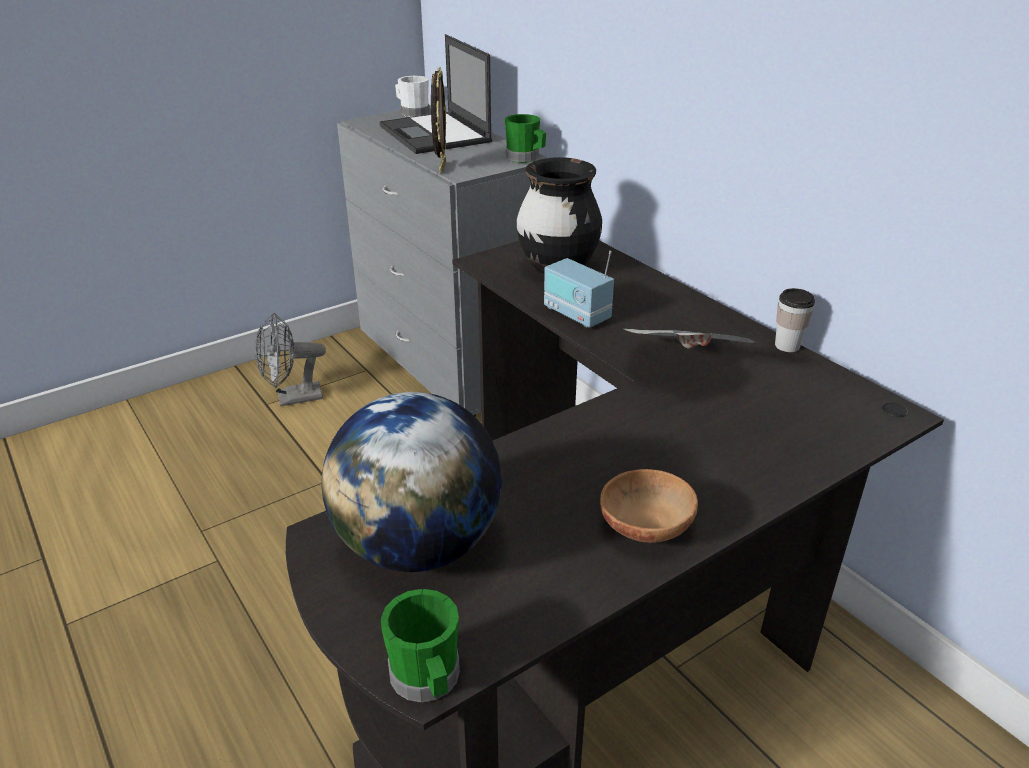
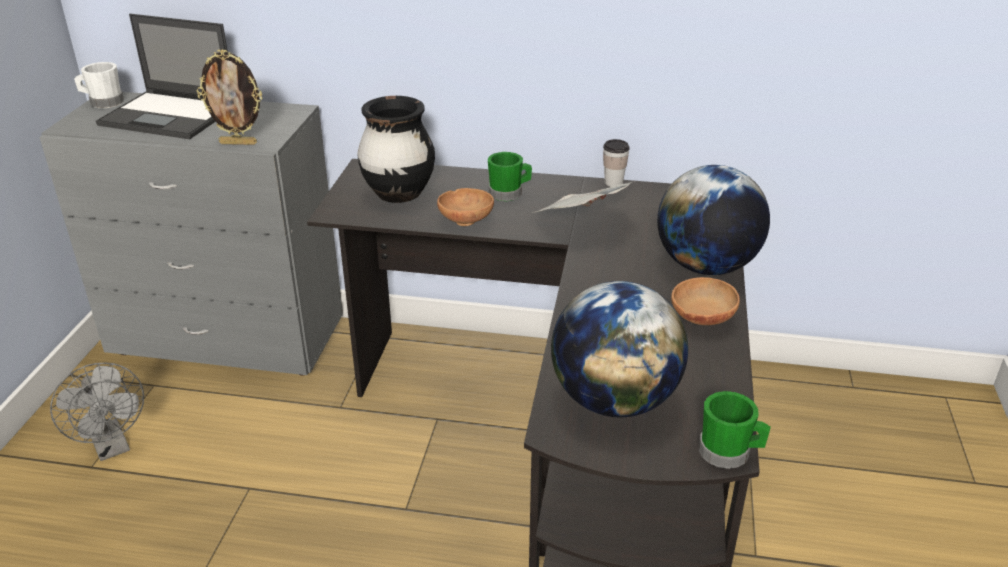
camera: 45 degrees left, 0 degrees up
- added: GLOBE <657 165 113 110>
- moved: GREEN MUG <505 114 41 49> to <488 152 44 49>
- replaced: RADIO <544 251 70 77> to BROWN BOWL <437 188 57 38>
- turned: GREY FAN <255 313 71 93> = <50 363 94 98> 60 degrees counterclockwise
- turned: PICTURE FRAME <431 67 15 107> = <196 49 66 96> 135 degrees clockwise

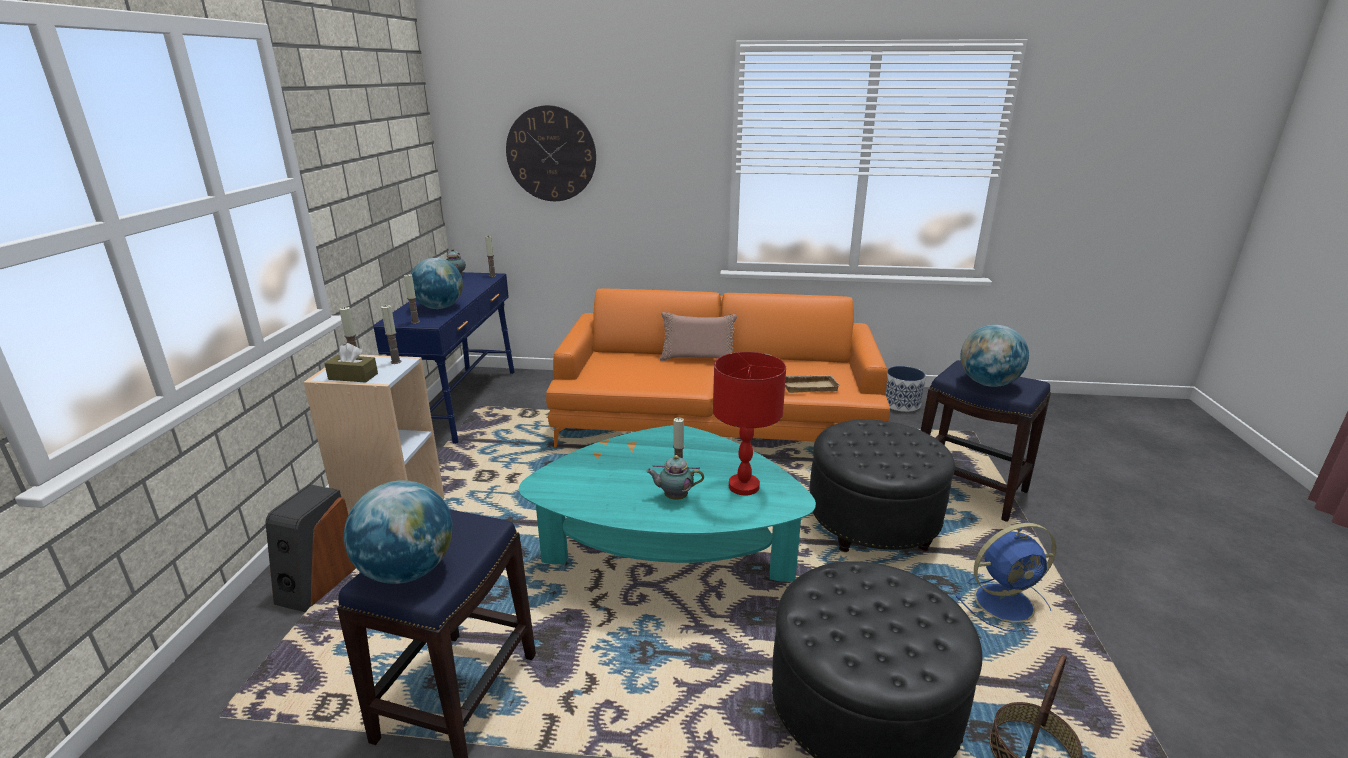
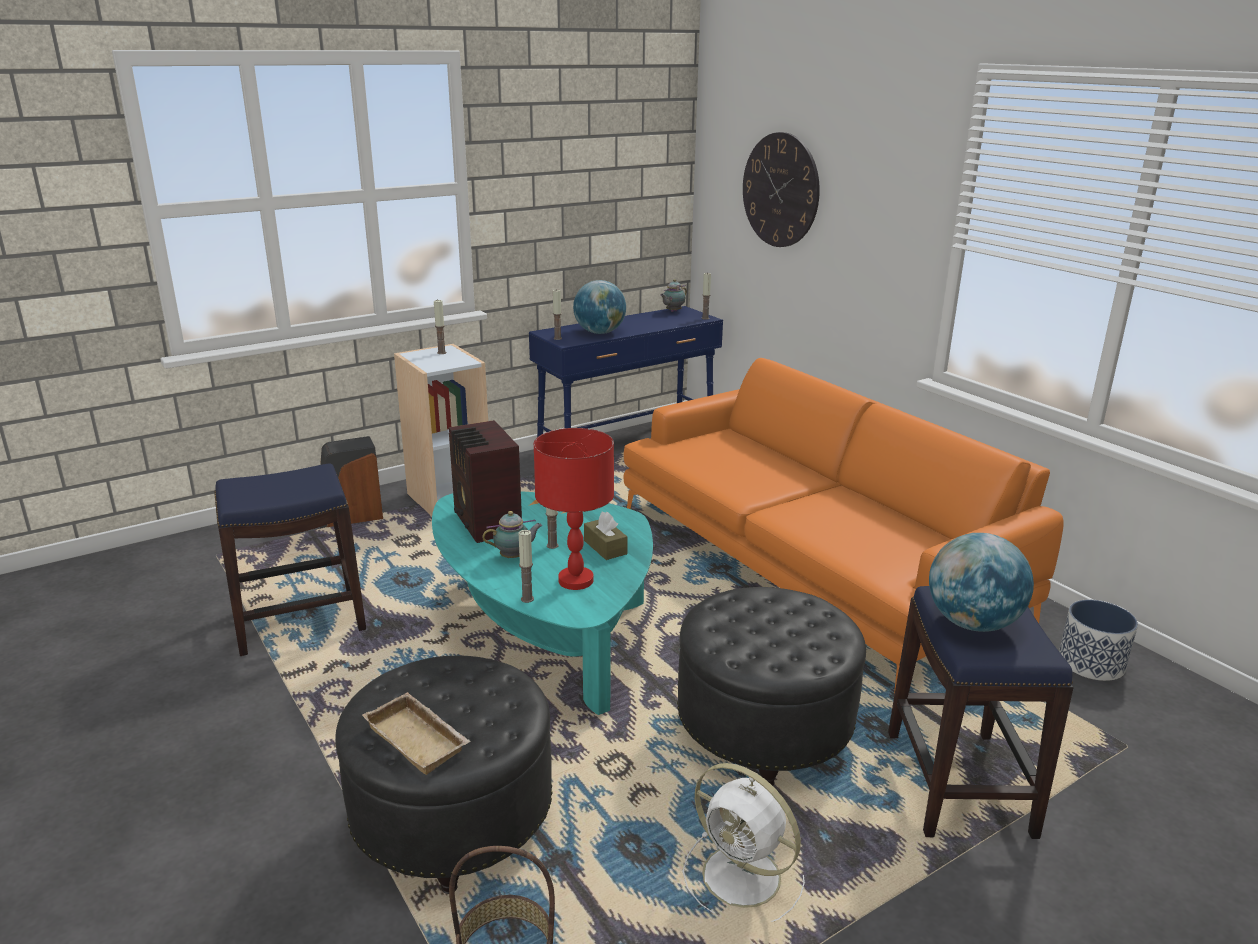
camera: 50 degrees right, 0 degrees up
- removed: GLOBE <344 480 109 104>
- removed: BEIGE PILLOW <660 312 77 49>
- added: RADIO <449 420 73 123>
- moved: BROWN TISSUE BOX <324 343 54 40> to <584 511 44 49>
- moved: CANDLE <381 305 20 59> to <519 530 15 73>
- moved: BEIGE TRAY <785 375 56 18> to <362 692 108 83>
- recoloured: BLUE FAN <955 523 101 109> to WHITE FAN <683 763 122 159>
- turned: TEAPOT <646 455 58 45> = <482 511 61 47> 105 degrees clockwise

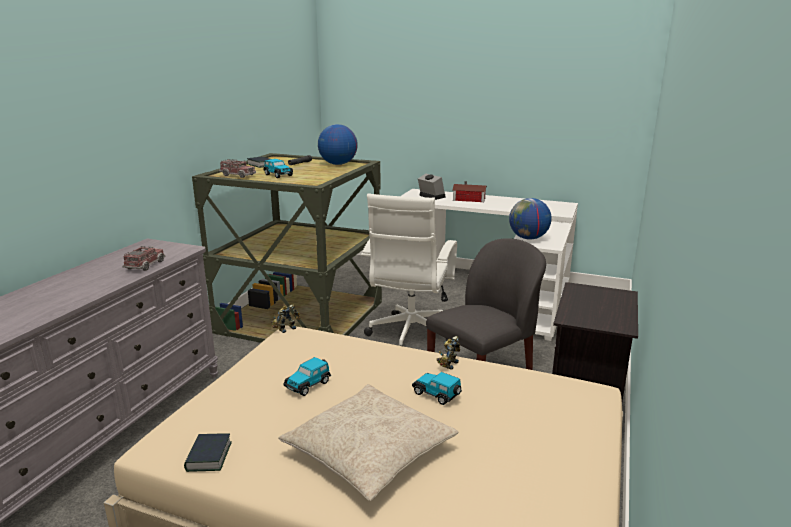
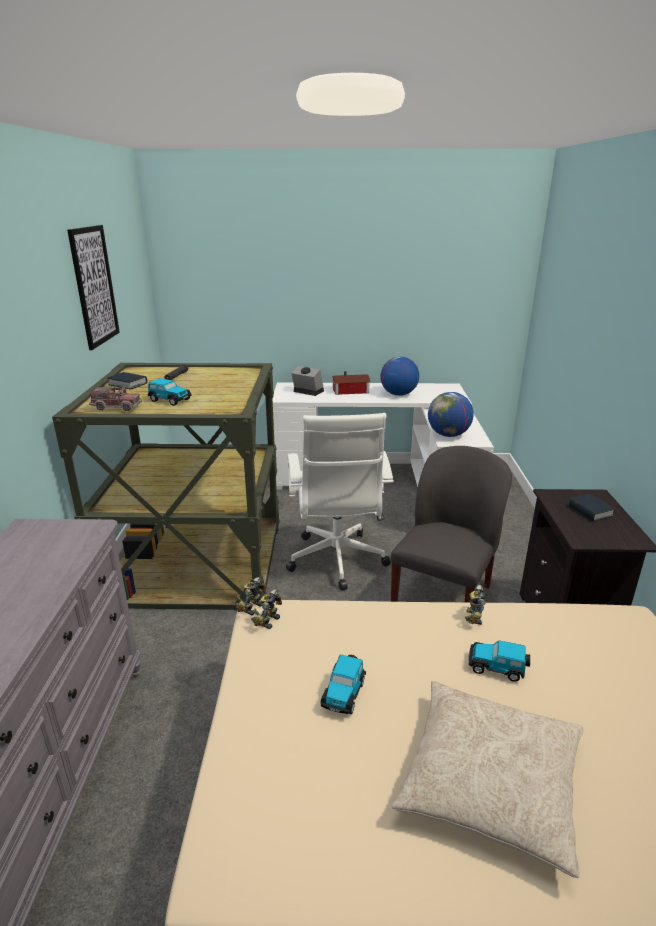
camera: 20 degrees left, 5 degrees up
- removed: TOY TRUCK <122 246 43 25>
- added: PICTURE <67 225 53 125>
- added: TOY ROBOT <251 589 31 40>
- moved: BOOK <184 433 48 39> to <568 494 47 27>
- moved: GLOBE <318 124 40 41> to <381 357 38 39>

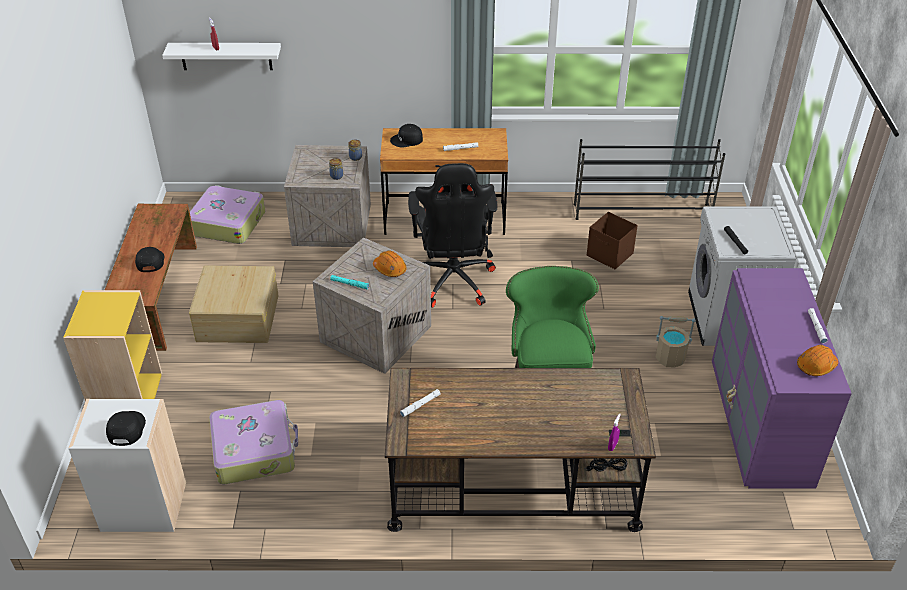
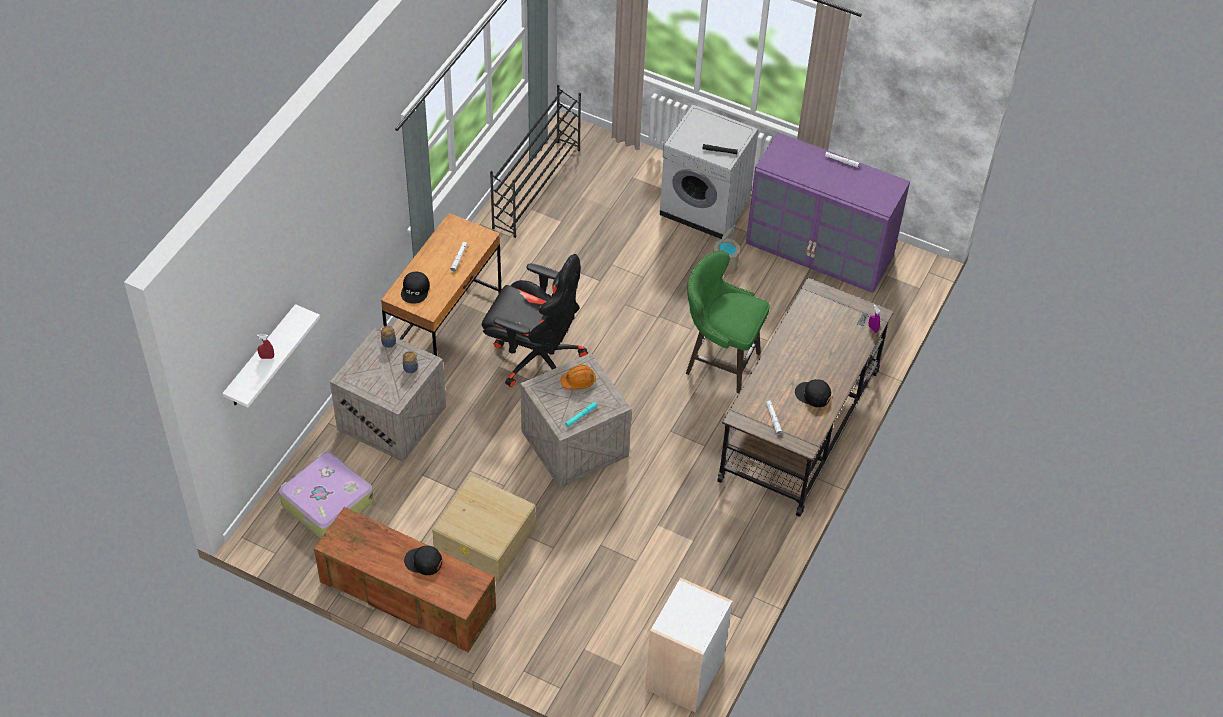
camera: 65 degrees left, 10 degrees up
- removed: YELLOW BOOKCASE <63 290 99 111>
- removed: SUITCASE <209 400 89 84>
- removed: BROWN STORAGE BOX <587 212 51 57>
- removed: ORANGE HARD HAT <797 345 41 31>
- moved: BLACK CAP <106 411 40 35> to <795 379 36 28>

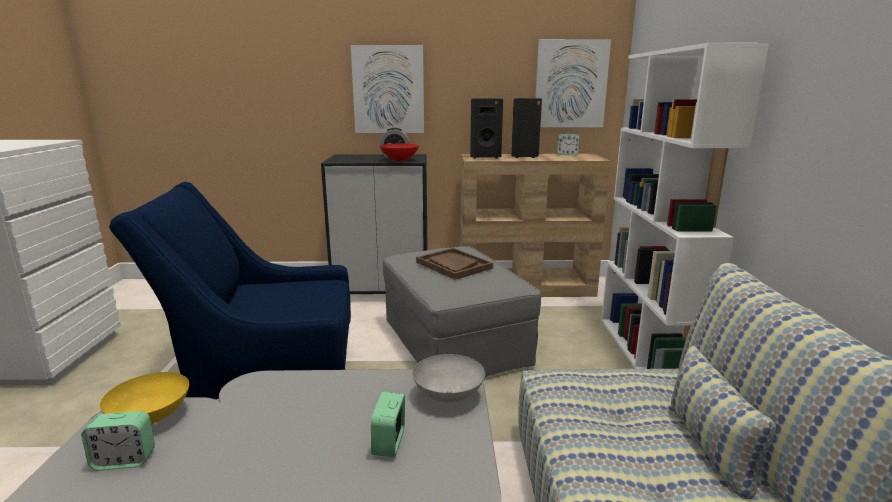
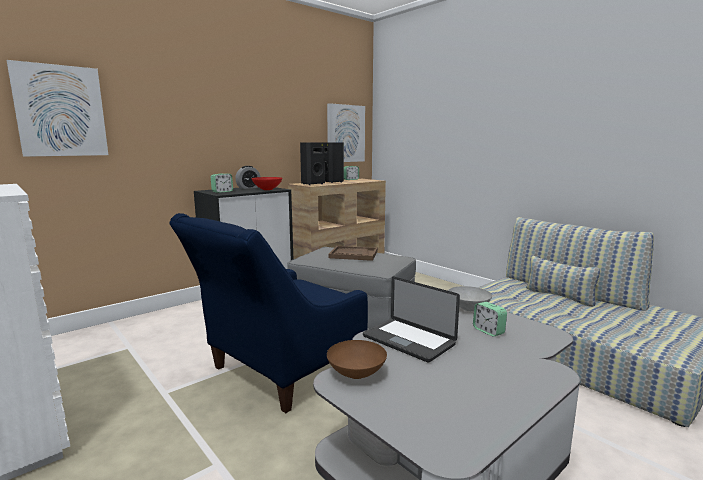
camera: 40 degrees left, 5 degrees down
- removed: WHITE BOOKCASE <601 43 168 326>
- added: LAPTOP <363 277 97 86>
- moved: ALARM CLOCK <81 411 74 59> to <210 174 23 19>
- moved: PICTURE <351 45 73 88> to <7 60 101 97>
- recoloured: YELLOW BOWL <100 372 89 52> to BROWN BOWL <327 340 60 39>

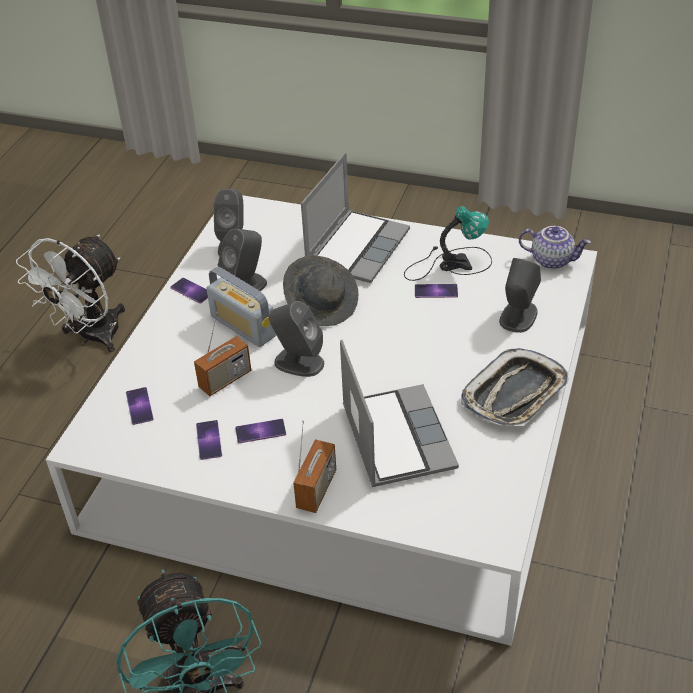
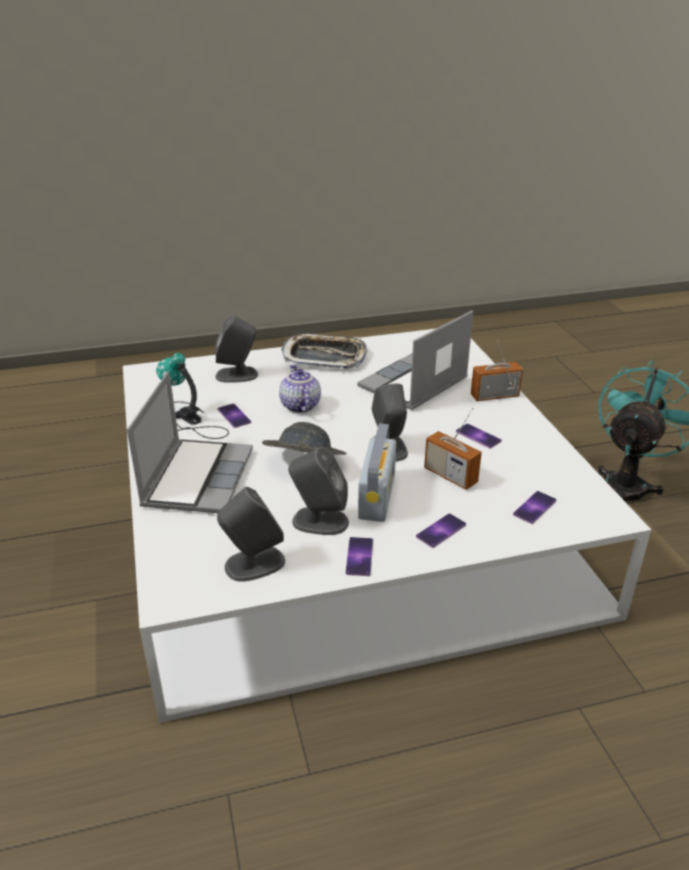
camera: 125 degrees left, 10 degrees down
- removed: WHITE FAN <16 235 109 117>
- moved: PHONE <196 420 26 40> to <416 513 50 35>
- moved: TEAPOT <519 226 72 43> to <279 364 42 49>
- turned: RADIO <194 312 57 84> = <424 408 58 82> 150 degrees counterclockwise
- turned: LAPTOP <301 152 109 131> = <127 371 126 142> 105 degrees clockwise

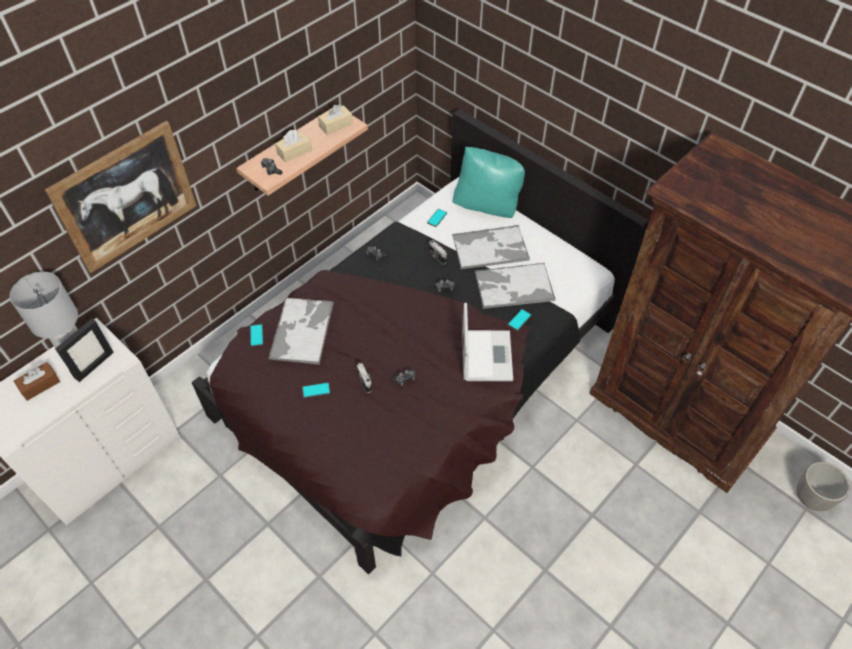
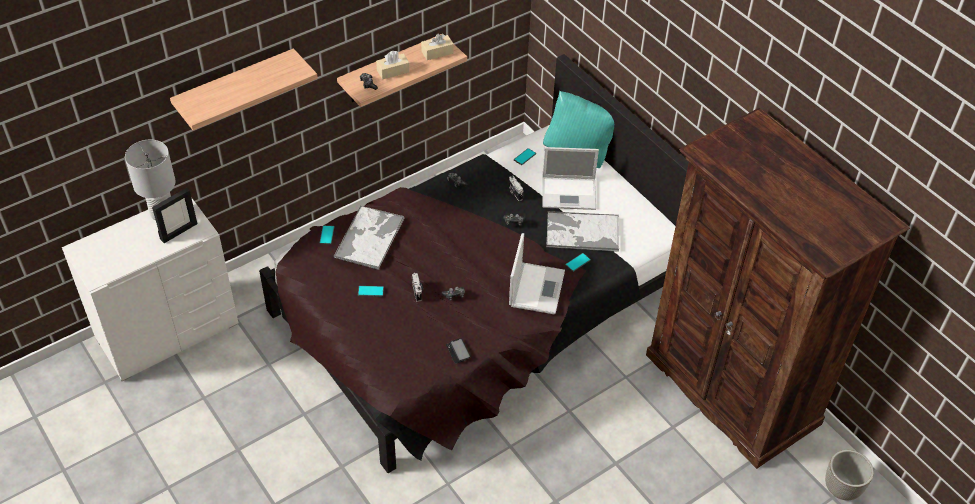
camera: 10 degrees right, 5 degrees down
- removed: BROWN TISSUE BOX <14 362 46 39>
- added: PHONE <446 338 25 25>
- replaced: PICTURE <45 121 152 152> to SHELF <170 48 148 82>
- replaced: TRAY <452 225 78 44> to LAPTOP <542 147 57 63>

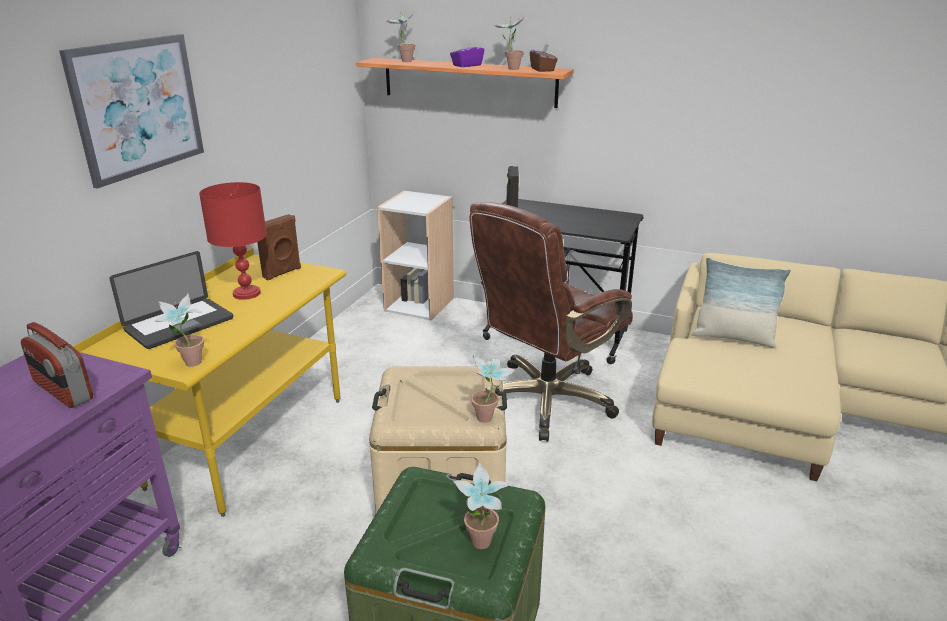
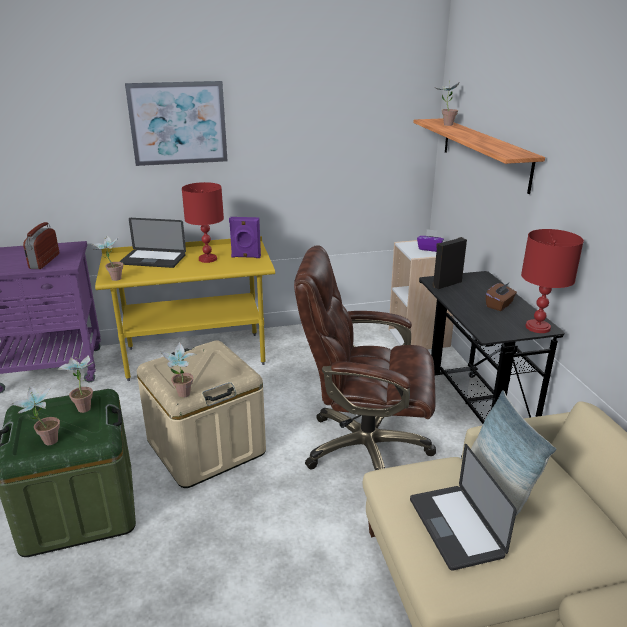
camera: 55 degrees right, 0 degrees up
- added: LAPTOP <410 444 107 127>
- added: RED TABLE LAMP <521 229 63 104>
- moved: PURPLE TISSUE BOX <450 40 34 27> to <417 229 27 23>
- moved: POTTED PLANT <494 17 30 53> to <58 356 35 57>
- moved: BROWN TISSUE BOX <530 43 28 29> to <486 282 31 29>
- recoloured: BROWN SPEAKER <257 214 44 66> to PURPLE SPEAKER <229 217 32 41>

